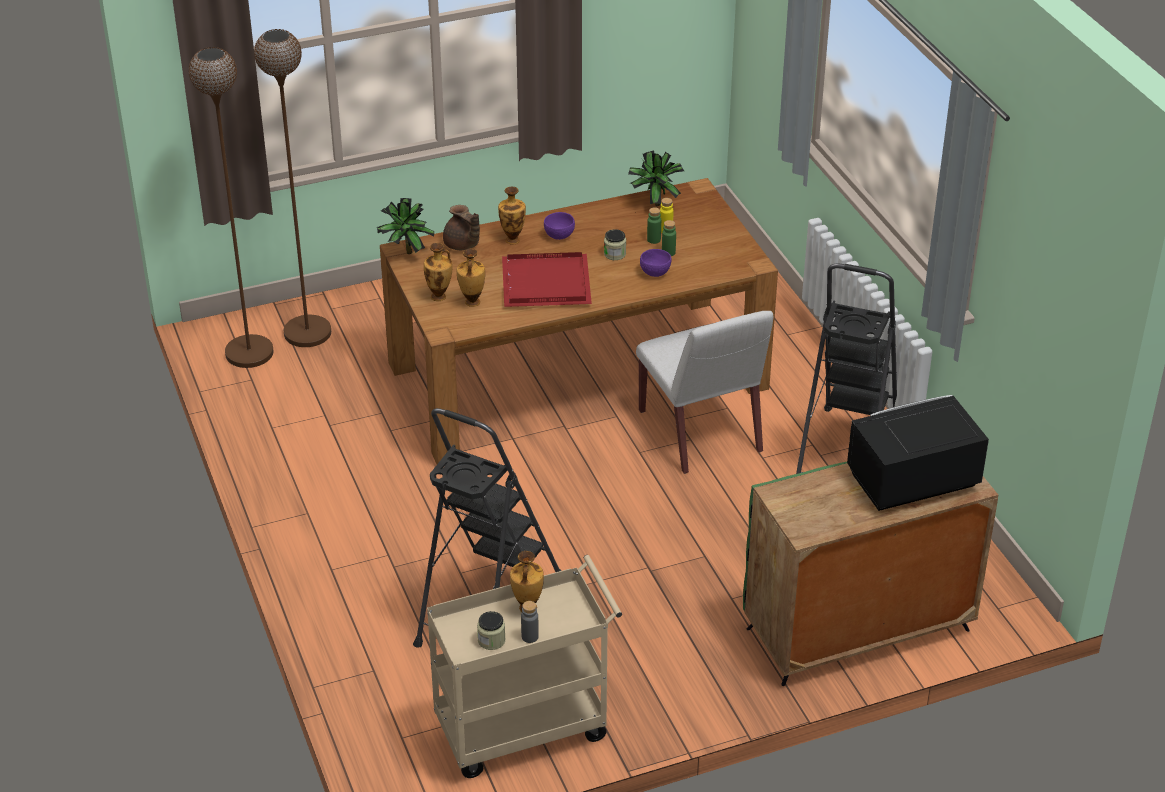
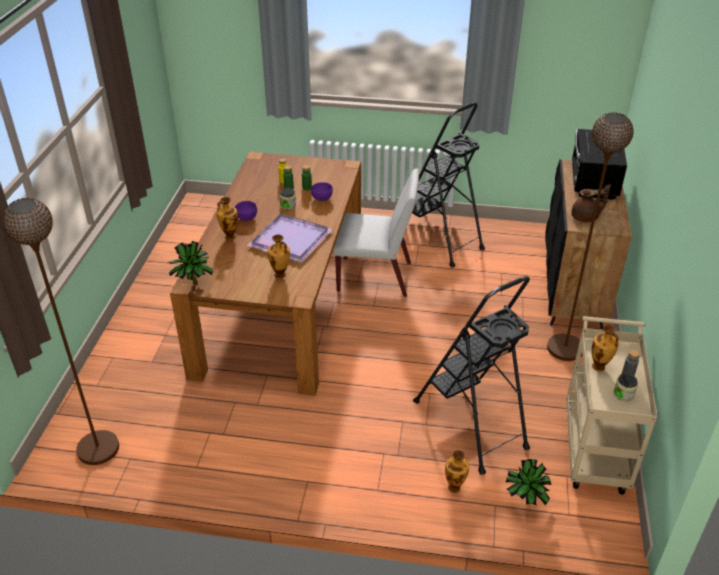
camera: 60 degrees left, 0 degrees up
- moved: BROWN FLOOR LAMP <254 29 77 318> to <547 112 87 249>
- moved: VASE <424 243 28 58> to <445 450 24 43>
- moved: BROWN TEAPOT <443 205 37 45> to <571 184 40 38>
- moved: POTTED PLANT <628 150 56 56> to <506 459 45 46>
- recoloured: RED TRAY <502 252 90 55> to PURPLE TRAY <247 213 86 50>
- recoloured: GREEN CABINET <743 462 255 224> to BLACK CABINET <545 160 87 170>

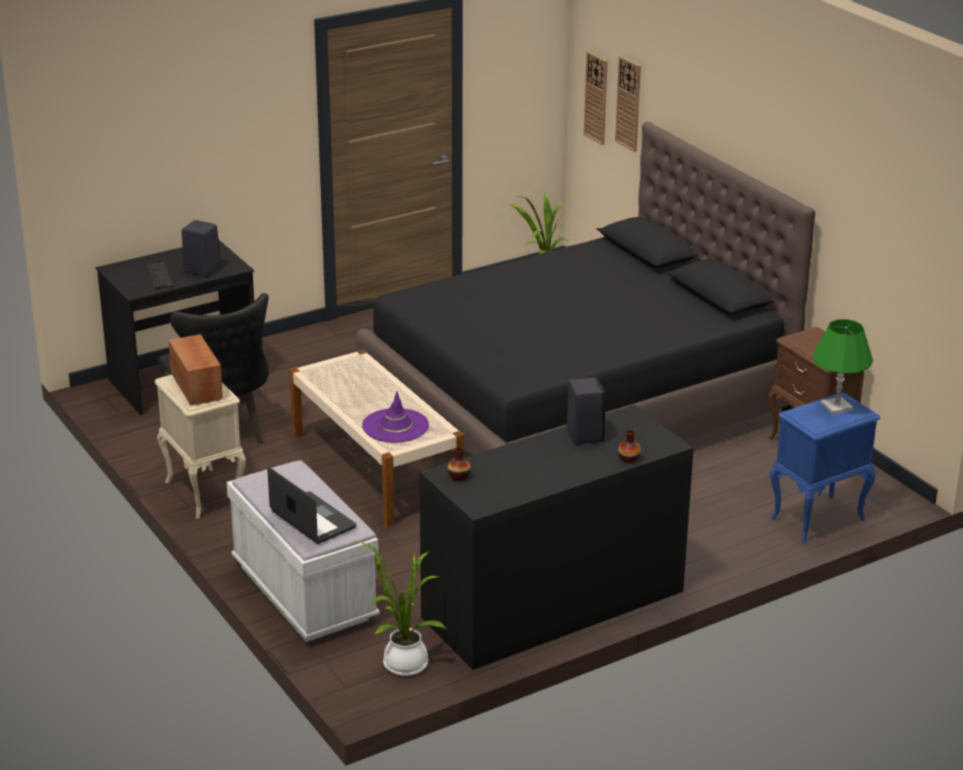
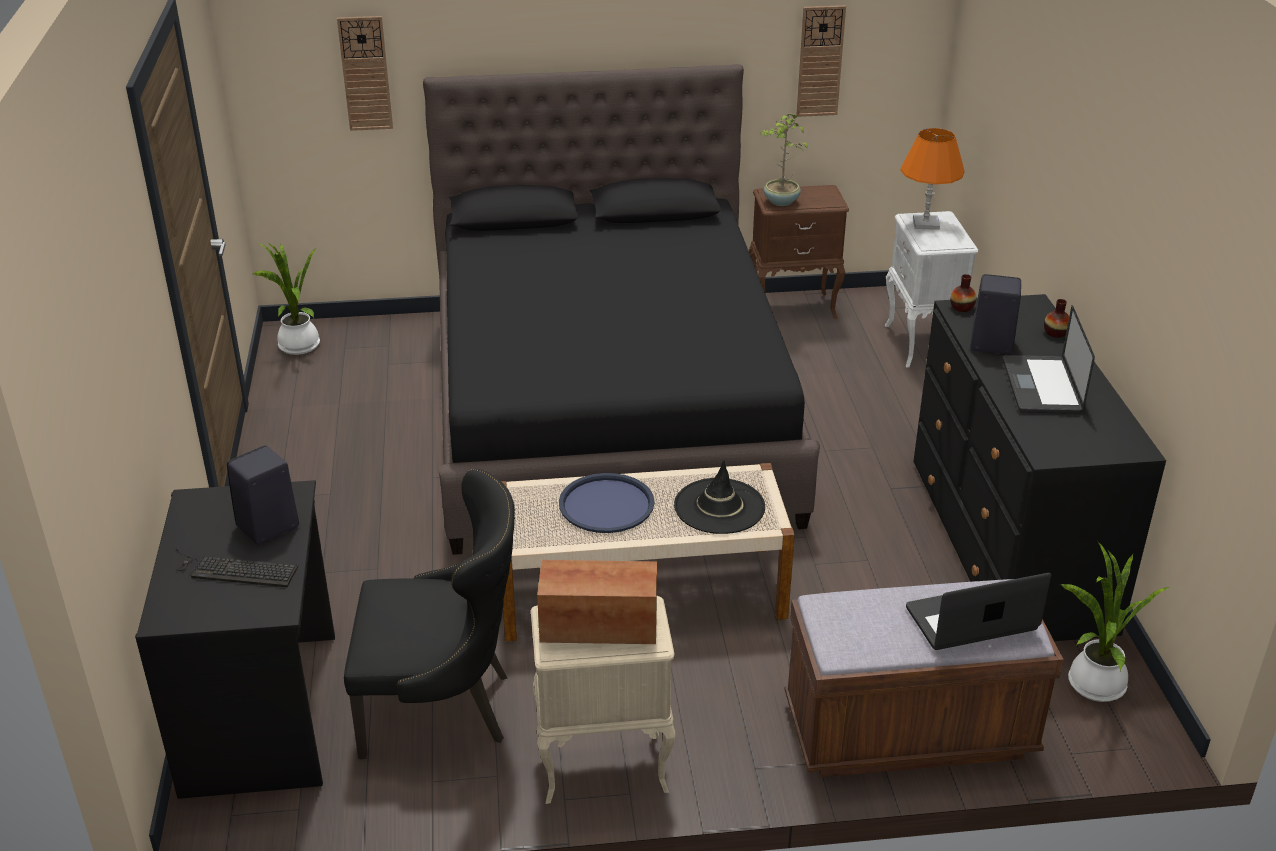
camera: 65 degrees left, 5 degrees up
- added: BLUE TRAY <559 473 96 60>
- added: POTTED PLANT <760 113 48 93>
- added: LAPTOP <1003 305 92 109>
- moved: VASE <448 447 23 34> to <950 274 27 38>
- moved: WALL CLOCK <584 52 24 93> to <797 5 49 112>
- recoloured: WHITE BENCH <227 460 153 182> to BROWN BENCH <784 579 280 198>
- recoloured: PURPLE HAT <362 391 67 51> to BLACK HAT <674 460 91 74>
- recoloured: BLUE NIGHTSTAND <770 393 110 150> to WHITE NIGHTSTAND <885 211 93 157>
- recoloured: GREEN TABLE LAMP <812 319 61 95> to ORANGE TABLE LAMP <900 128 65 102>

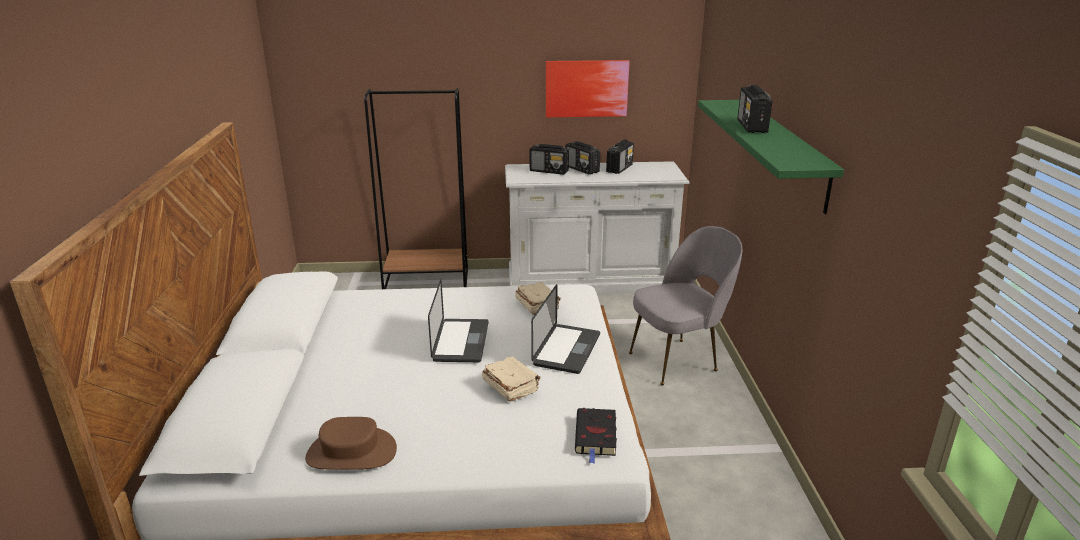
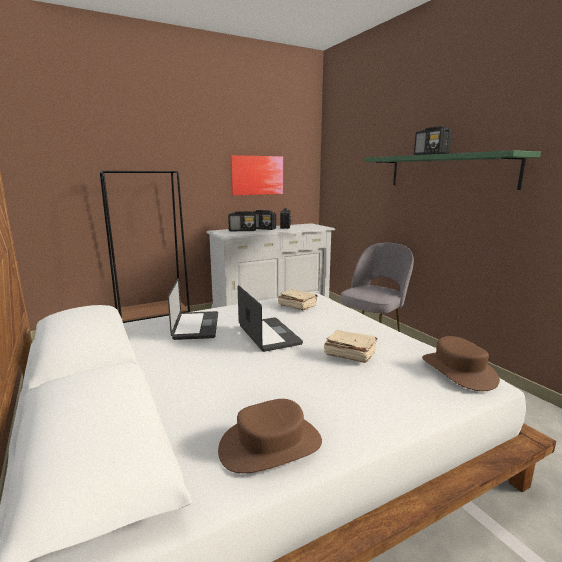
camera: 25 degrees left, 10 degrees down
- moved: LAPTOP <531 284 69 90> to <168 277 50 63>
- replaced: BLACK BOOK <575 408 42 56> to BROWN HAT <422 336 78 55>

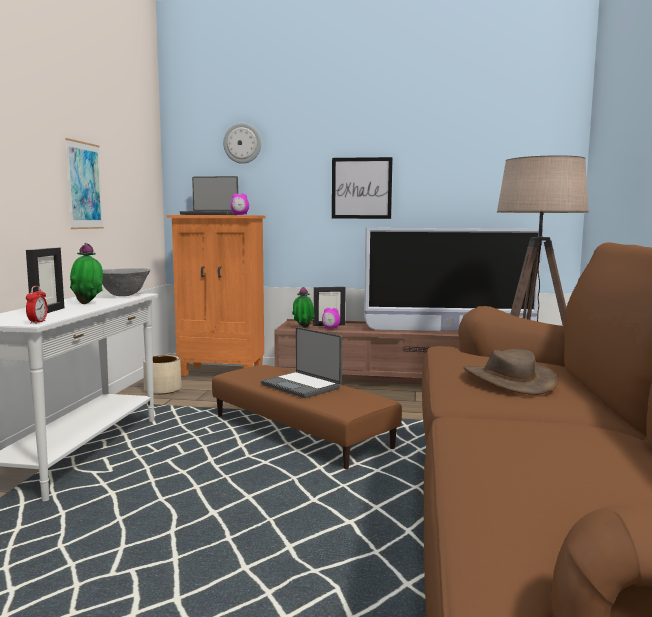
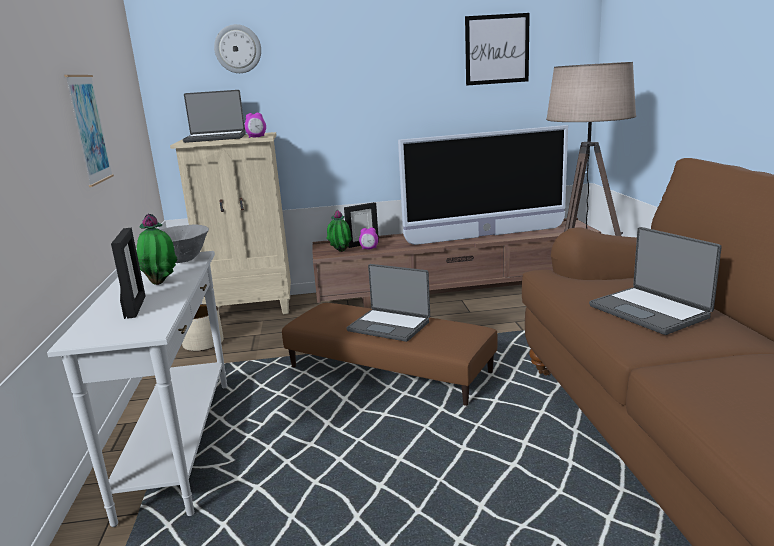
camera: 15 degrees left, 10 degrees up
- removed: ALARM CLOCK <26 286 21 38>
- moved: PICTURE <332 157 61 62> to <465 13 65 73>
- replaced: BROWN HAT <463 349 95 46> to LAPTOP <589 227 133 108>
- recoloured: ORANGE CABINET <167 215 99 162> to BEIGE CABINET <170 132 121 182>

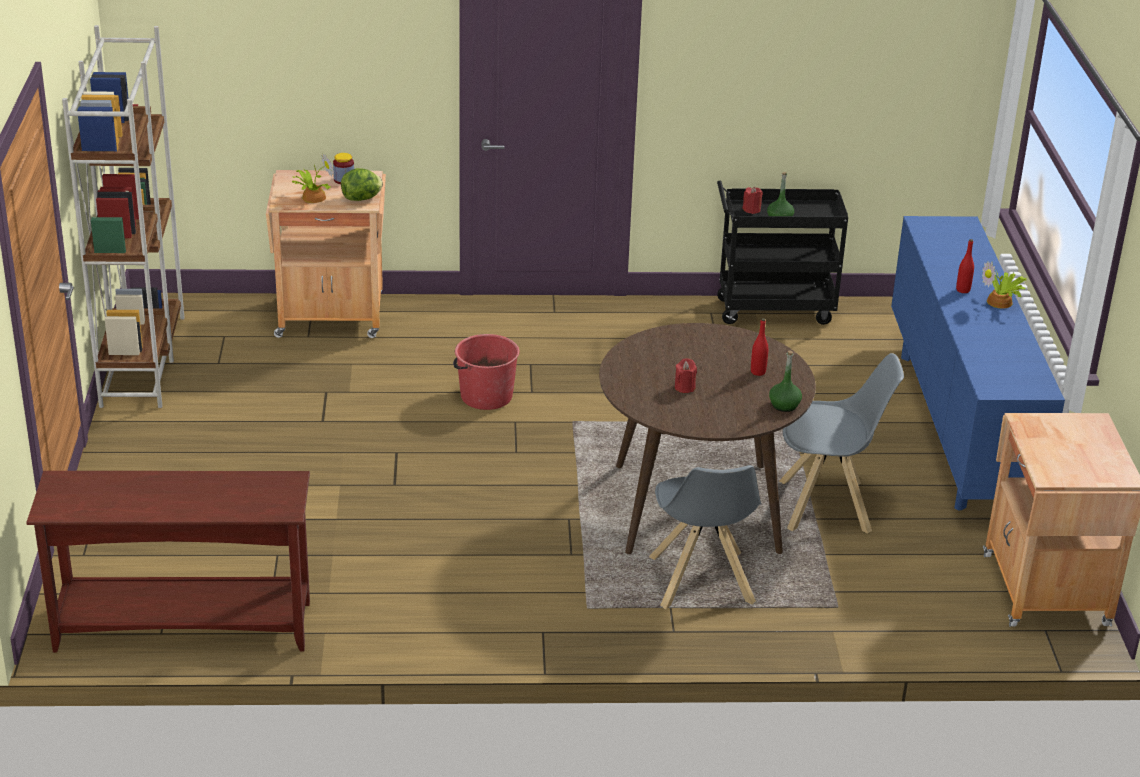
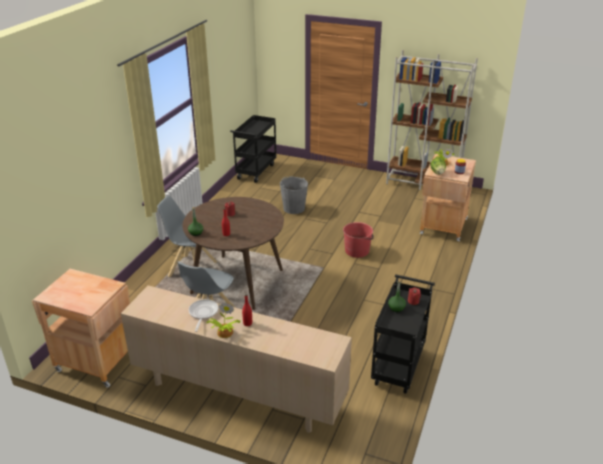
camera: 115 degrees right, 0 degrees up
- added: FRYING PAN <189 299 29 33>
- added: GREY BUCKET <280 177 28 37>
- replaced: BROWN CONSOLE TABLE <26 471 284 182> to BLACK CART <230 115 46 68>
- recoloured: BLUE CABINET <891 216 174 294> to BEIGE CABINET <121 285 231 148>

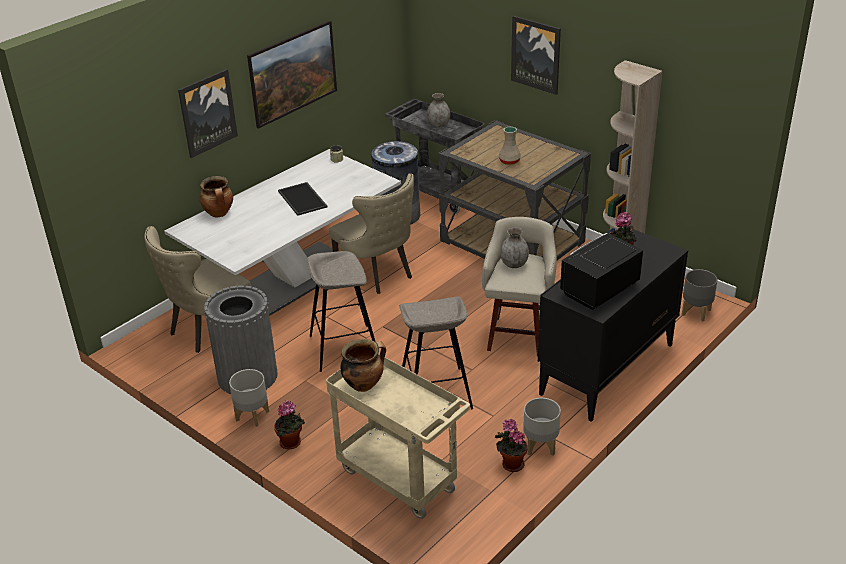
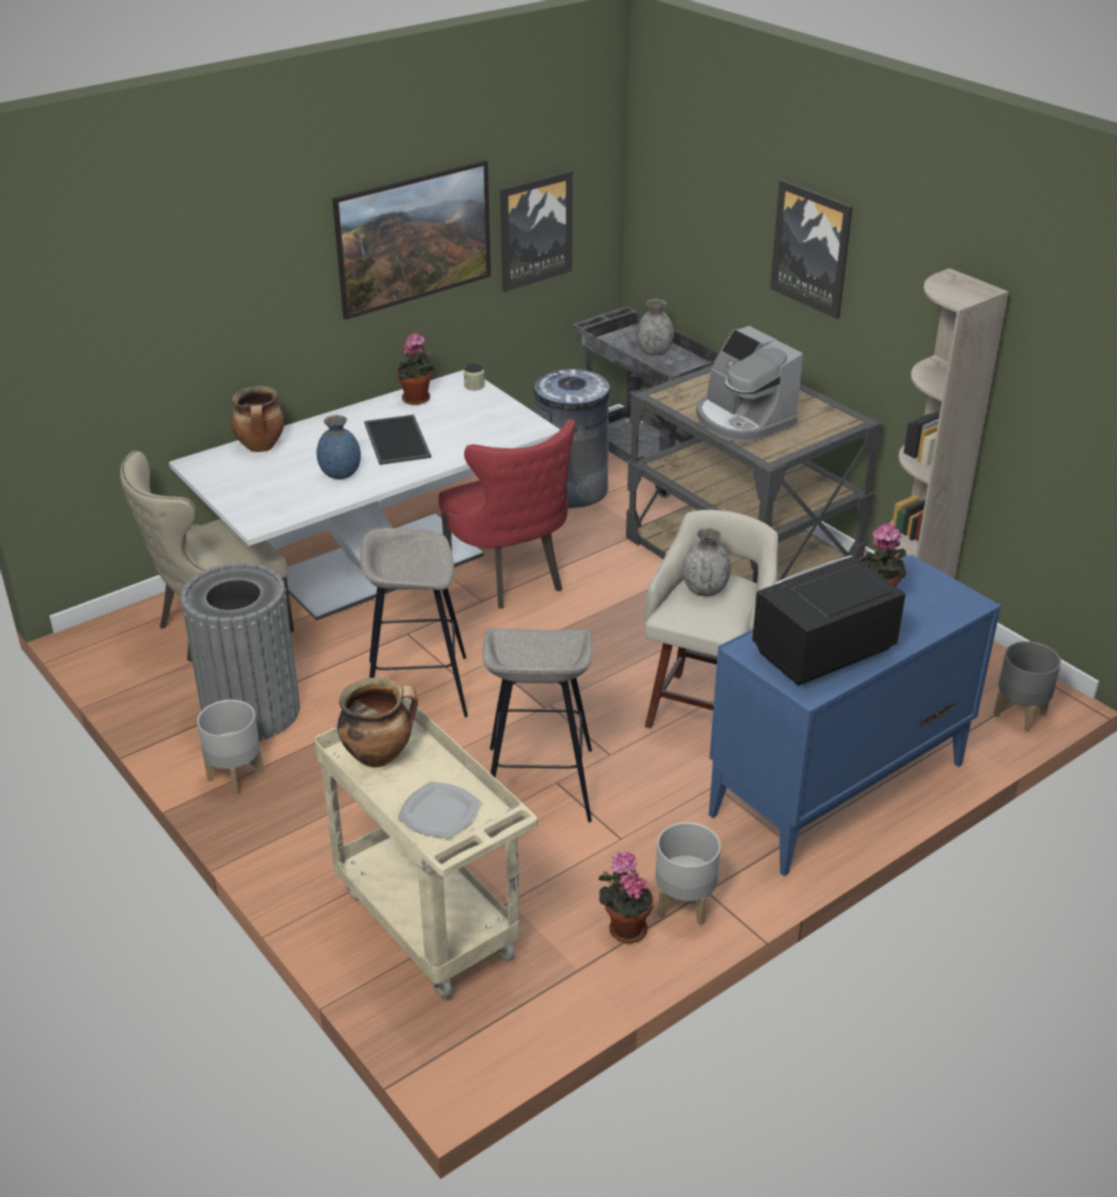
camera: 10 degrees right, 0 degrees up
- added: BLUE VASE <317 415 44 64>
- added: PLATE <397 781 84 58>
- moved: PICTURE <178 69 60 89> to <500 171 73 121>
- moved: POTTED PLANT <274 400 31 50> to <396 333 40 72>
- replaced: BEIGE VASE <499 127 22 38> to COFFEE MACHINE <696 326 107 117>
- recoloured: BEIGE CHAIR <330 173 84 121> to RED CHAIR <439 419 136 190>
- recoloured: BLACK CABINET <538 230 150 192> to BLUE CABINET <709 554 292 322>

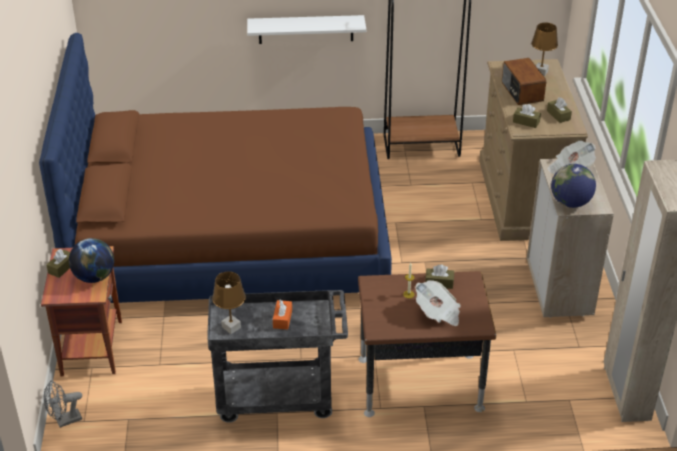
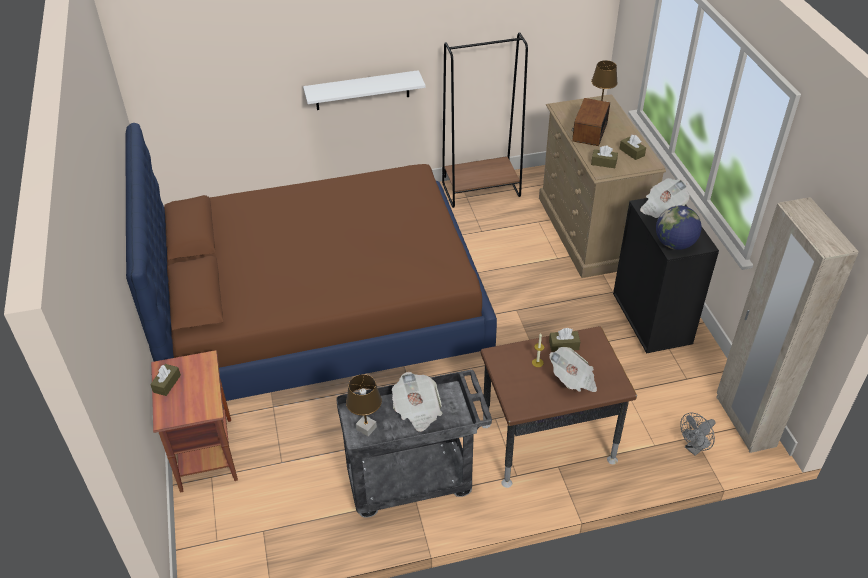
camera: 10 degrees left, 5 degrees up
- removed: GLOBE <69 238 45 45>
- moved: GREY FAN <44 380 38 48> to <680 412 35 44>
- replaced: ORANGE TISSUE BOX <273 300 19 30> to NEWSPAPER <392 372 51 60>
- recoloured: BEIGE CABINET <527 159 87 159> to BLACK CABINET <613 198 106 155>
- turned: RADIO <502 58 44 47> = <572 98 38 48> 45 degrees clockwise

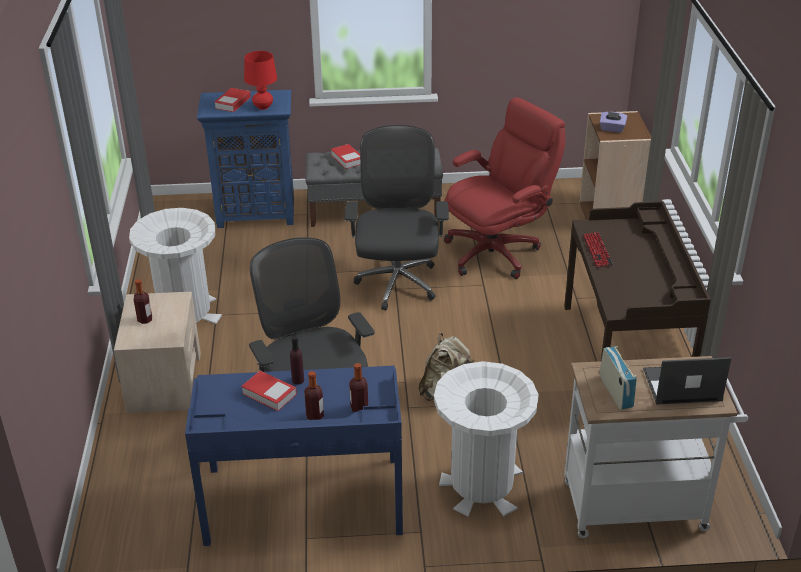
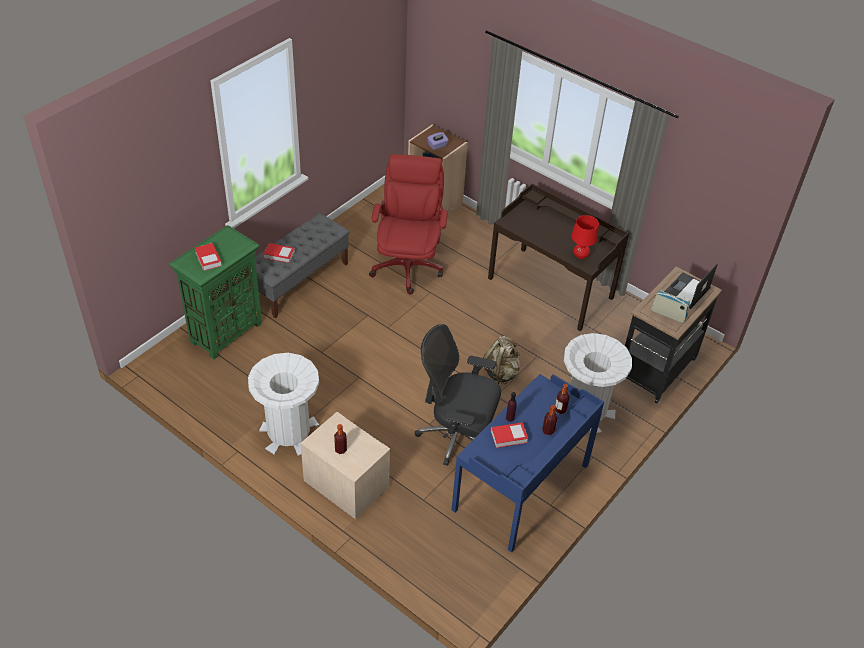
camera: 50 degrees left, 10 degrees up
- removed: OFFICE CHAIR <344 125 105 185>
- removed: KEYBOARD <582 232 31 36>
- moved: RED TABLE LAMP <244 51 33 59> to <571 215 28 44>
- recoloured: BLUE CABINET <197 90 97 138> to GREEN CABINET <168 225 94 134>
- recoloured: WHITE CART <564 356 184 182> to BLACK CART <625 267 97 136>

